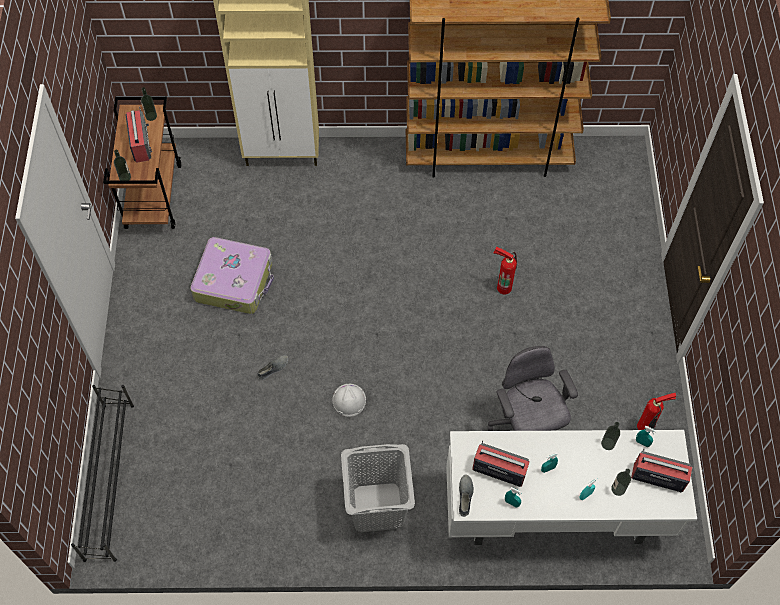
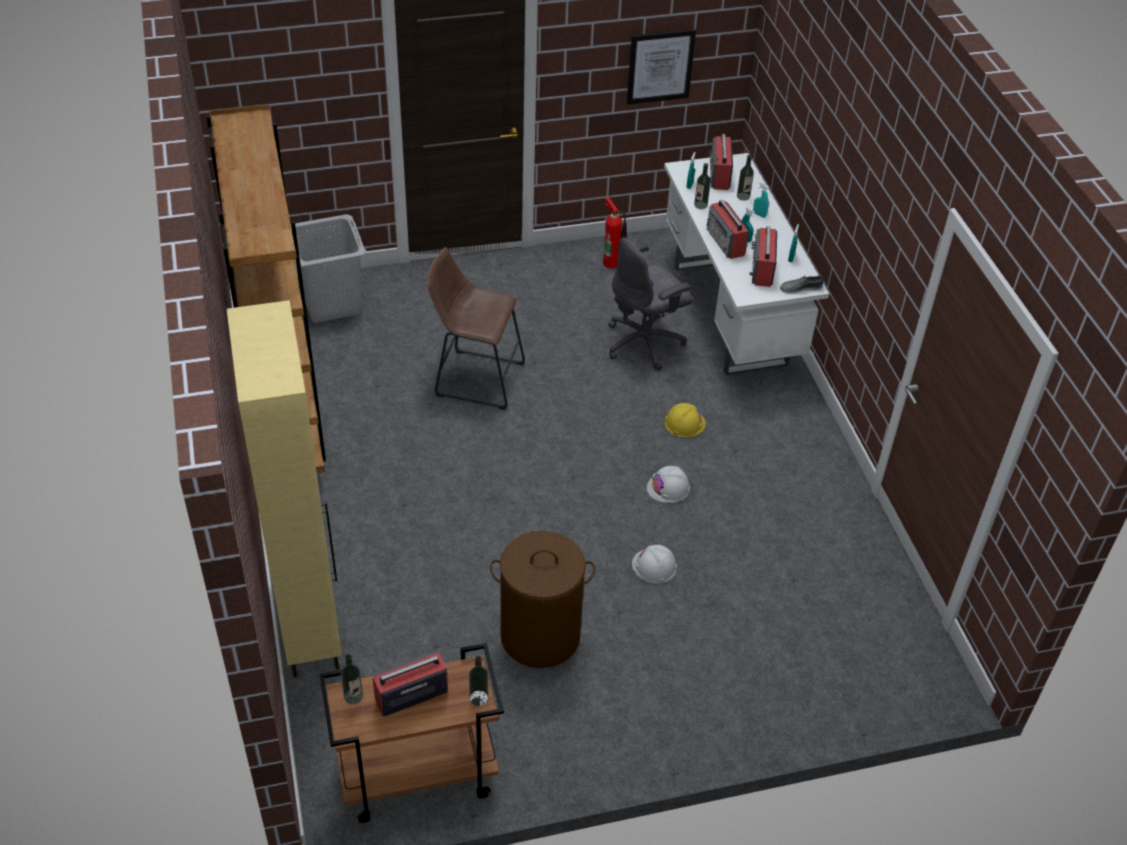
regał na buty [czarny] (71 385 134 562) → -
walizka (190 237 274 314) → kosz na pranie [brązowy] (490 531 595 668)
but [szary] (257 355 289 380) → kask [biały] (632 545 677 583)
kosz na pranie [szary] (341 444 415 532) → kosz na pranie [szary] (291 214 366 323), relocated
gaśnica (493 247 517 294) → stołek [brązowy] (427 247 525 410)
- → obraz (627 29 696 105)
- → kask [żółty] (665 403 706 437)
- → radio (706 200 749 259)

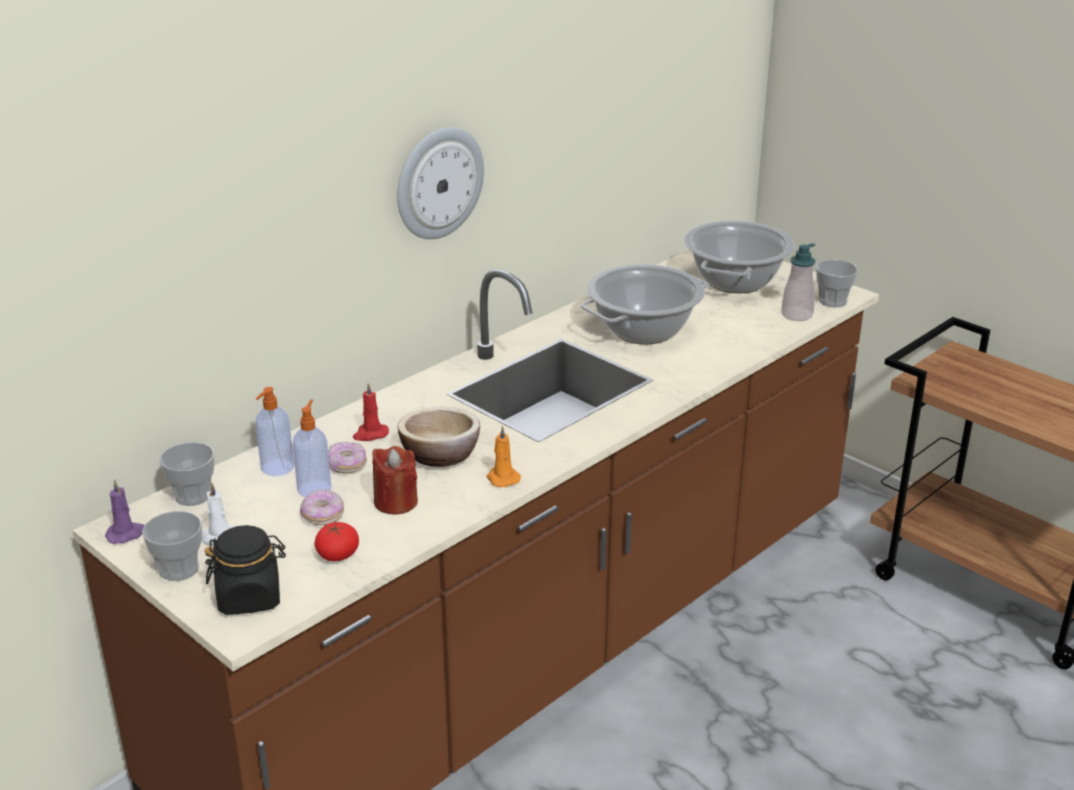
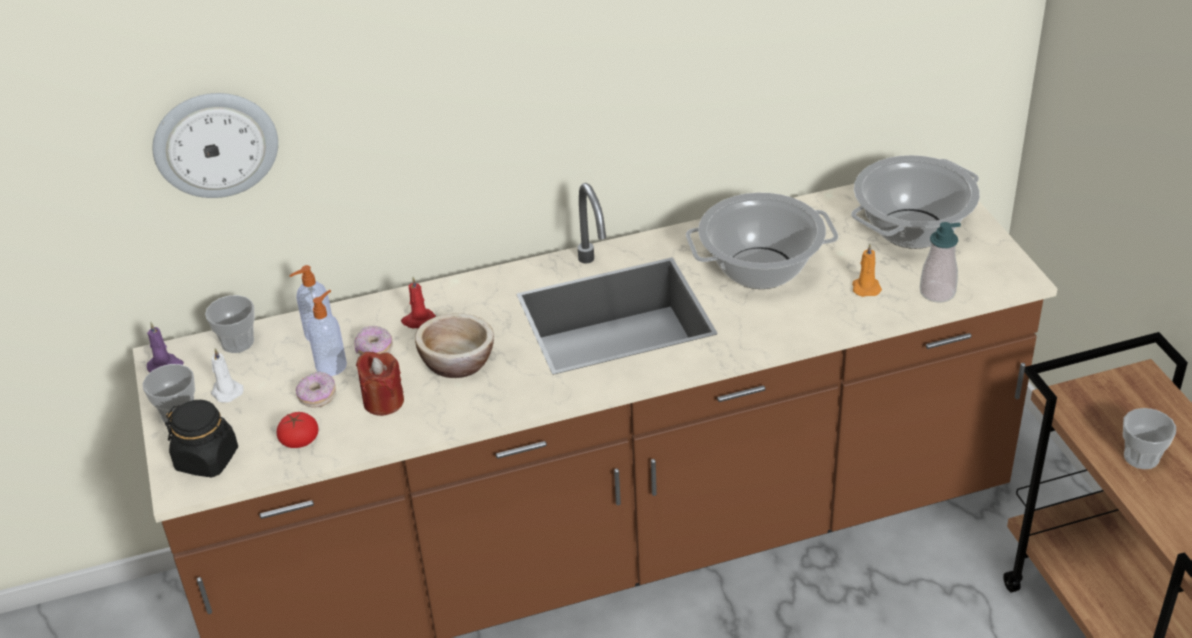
zegar ścienny (397 127 484 239) → zegar ścienny (153 93 278 198), relocated
świeca [pomarańczowy] (487 425 521 487) → świeca [pomarańczowy] (852 244 882 297), relocated
filiżanka (816 260 858 307) → filiżanka (1123 408 1176 469), relocated

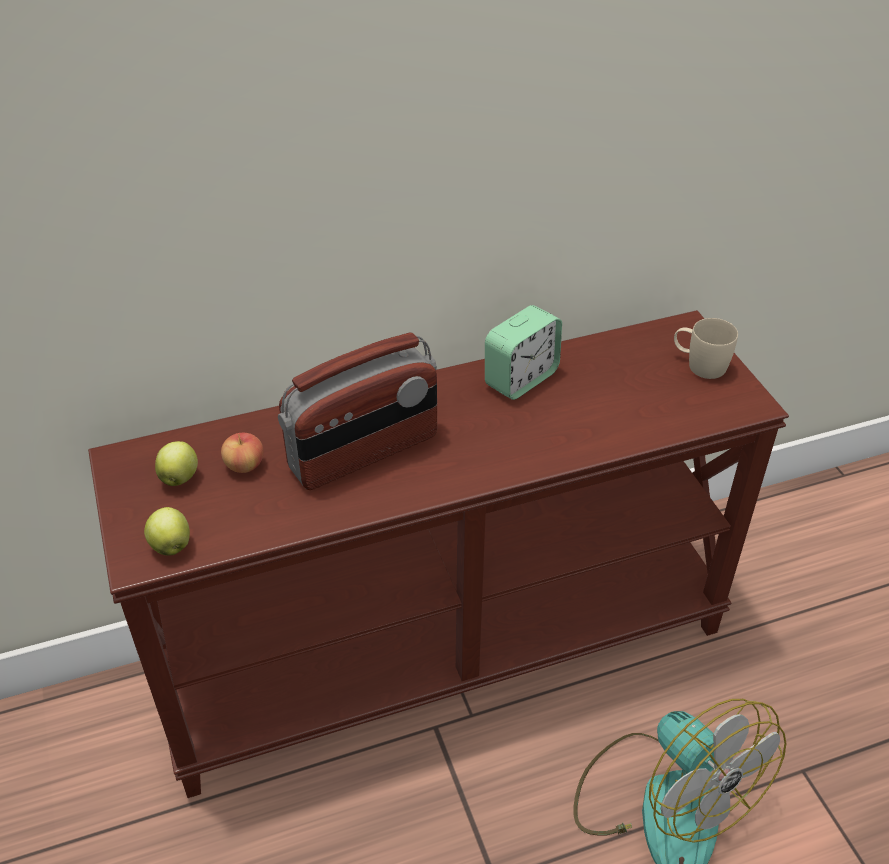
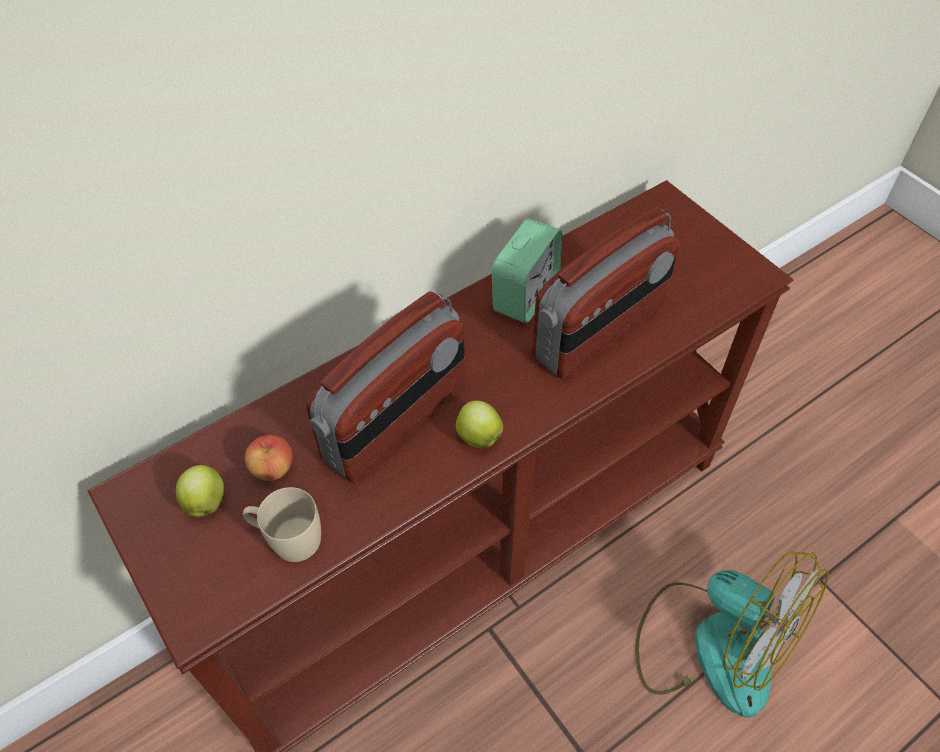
jabłko (144 507 190 555) → jabłko (455 400 503 448), relocated
kubek [beżowy] (674 318 738 379) → kubek [beżowy] (242 487 321 562), relocated
- → radio (532 207 679 379)

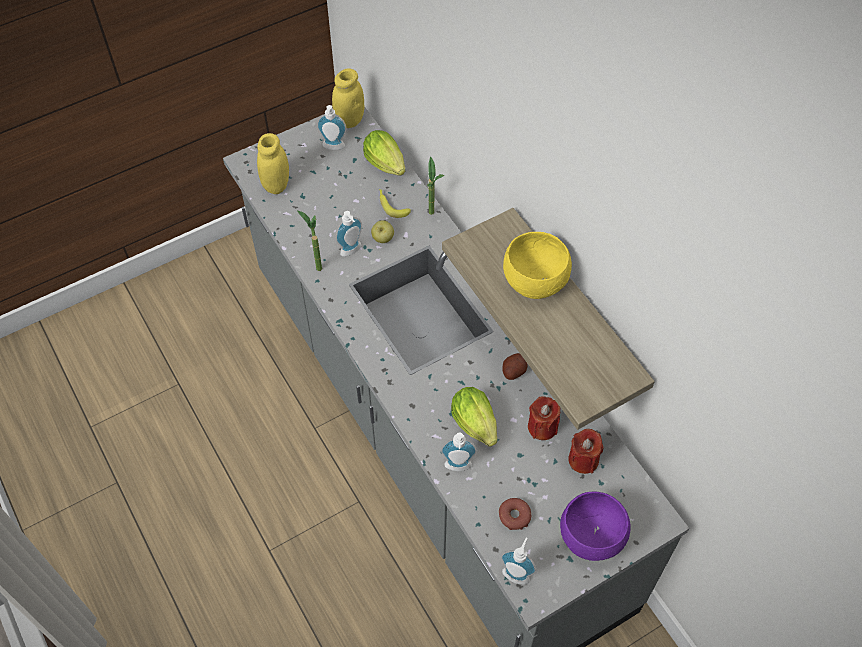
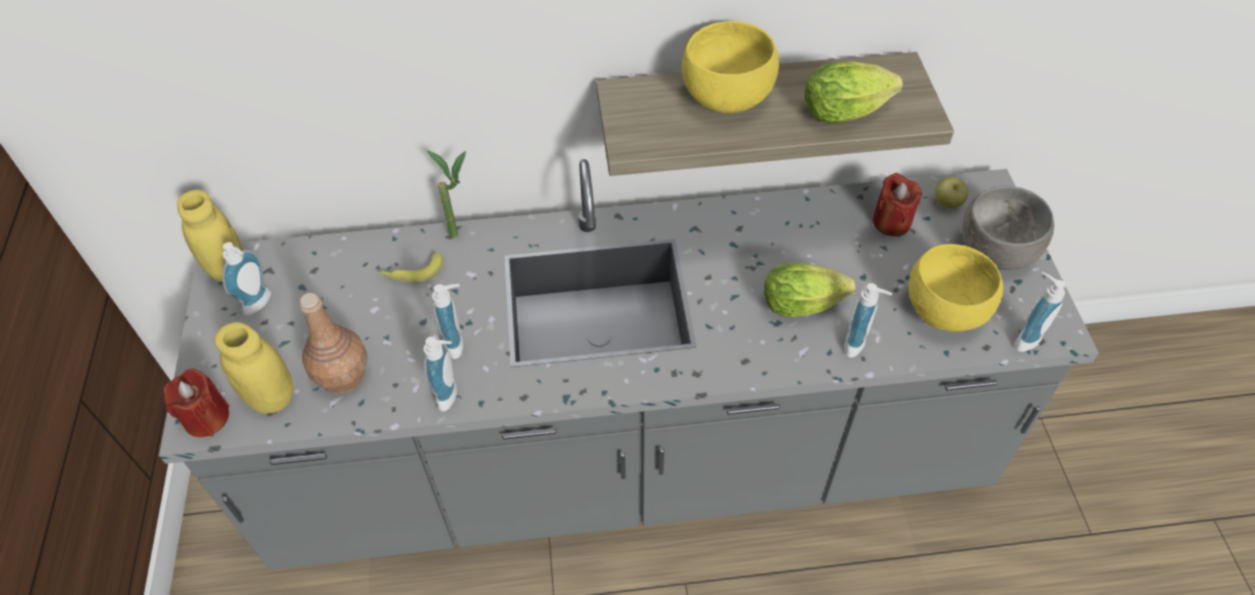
roślina doniczkowa (297 211 322 271) → dozownik mydła (424 337 457 411)
sałata (363 130 405 176) → sałata (805 61 903 124), relocated
jabłko (371 220 394 243) → jabłko (935 177 968 209), relocated
donut (499 498 531 530) → miska [żółty] (909 244 1003 332)
ziemniak (502 353 528 380) → -
świeca [czerwony] (528 396 560 440) → świeca [czerwony] (163 369 229 437), relocated
miska [fioletowy] (560 492 631 561) → miska [szary] (962 186 1054 270)
- → butelka [brązowy] (299 293 368 394)

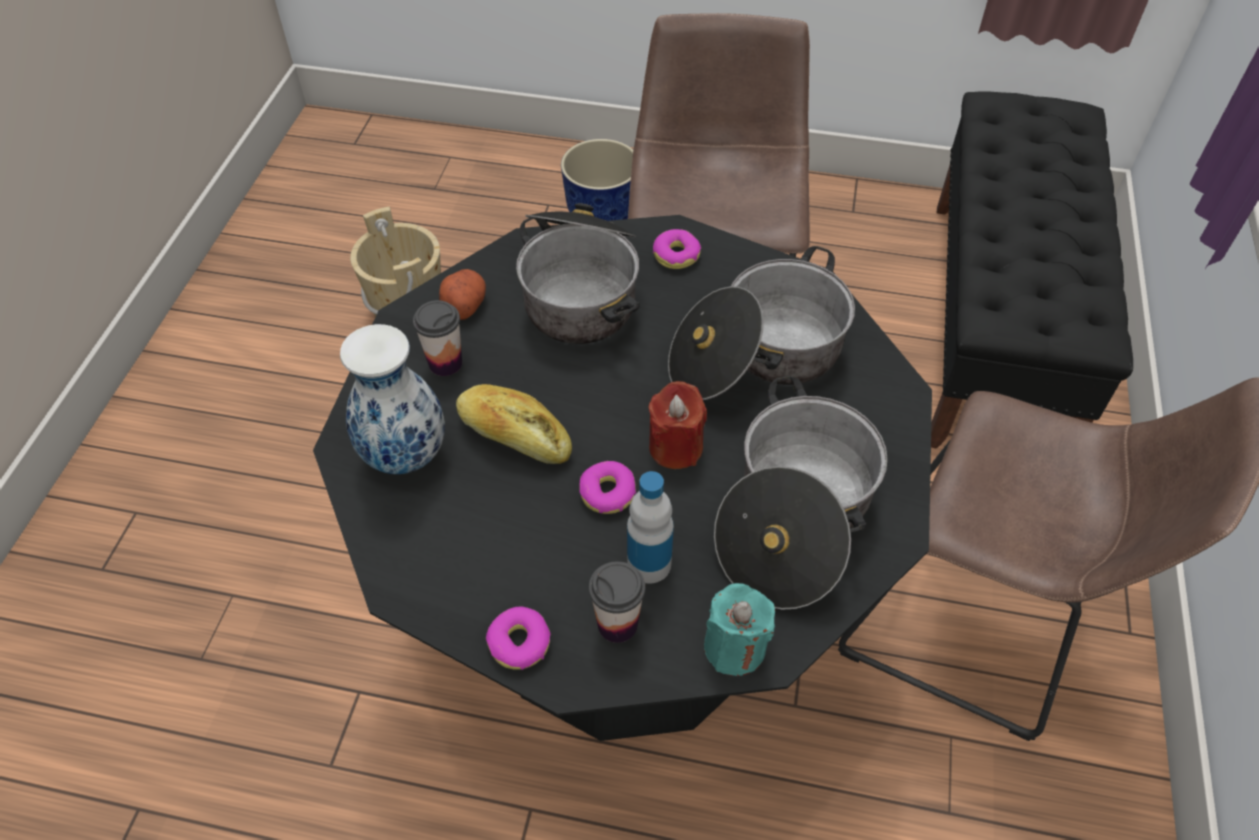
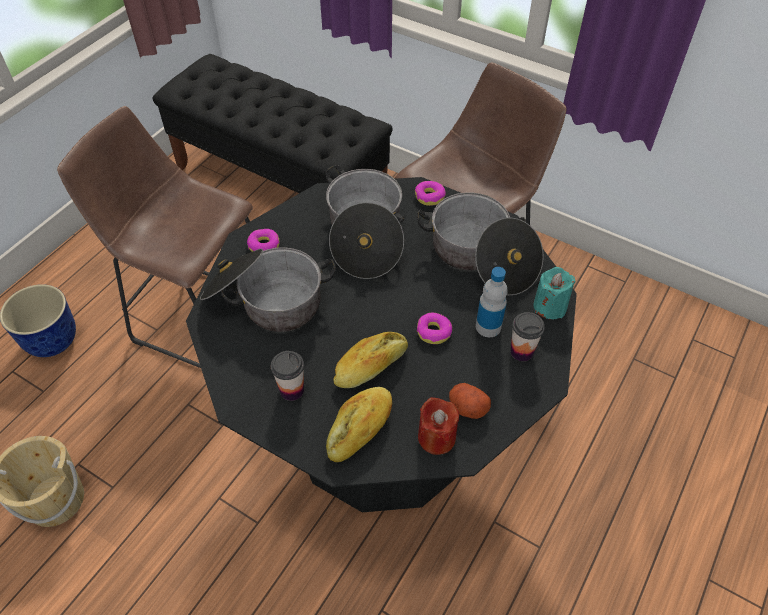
wazon (340 324 445 474) → chleb (326 387 392 462)
ziemniak (439 269 486 320) → ziemniak (449 383 491 419), relocated
donut (486 606 551 670) → donut (415 181 446 206), relocated
świeca [czerwony] (648 381 707 469) → świeca [czerwony] (418 397 459 455), relocated

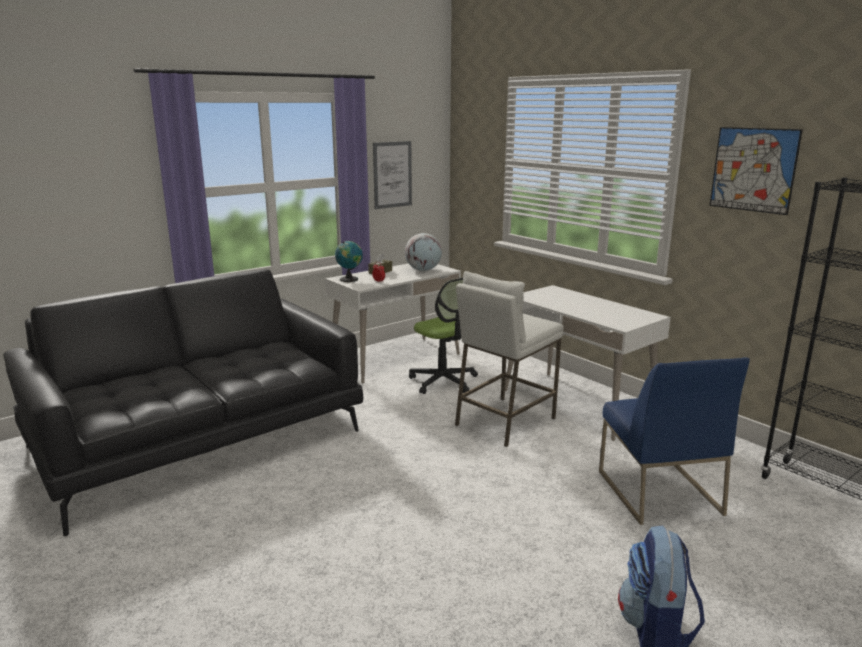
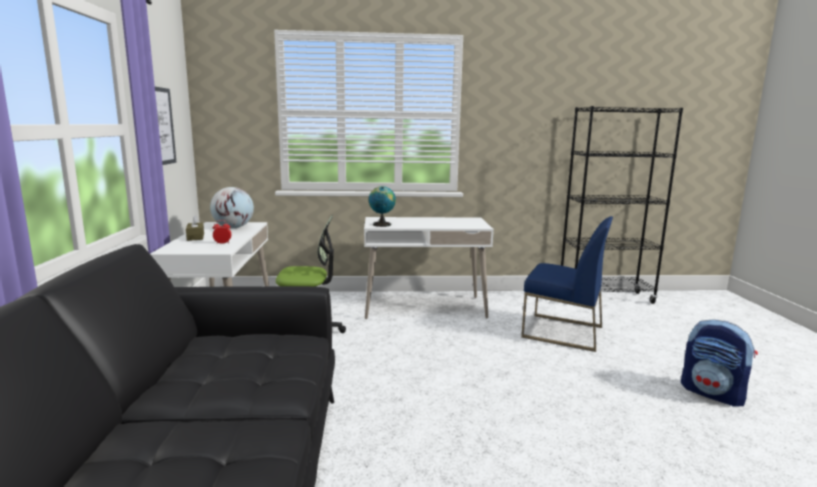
globus (335 241 363 282) → globus (369 186 396 227), relocated
stołek [biały] (455 271 564 447) → -
obraz (709 127 803 215) → -

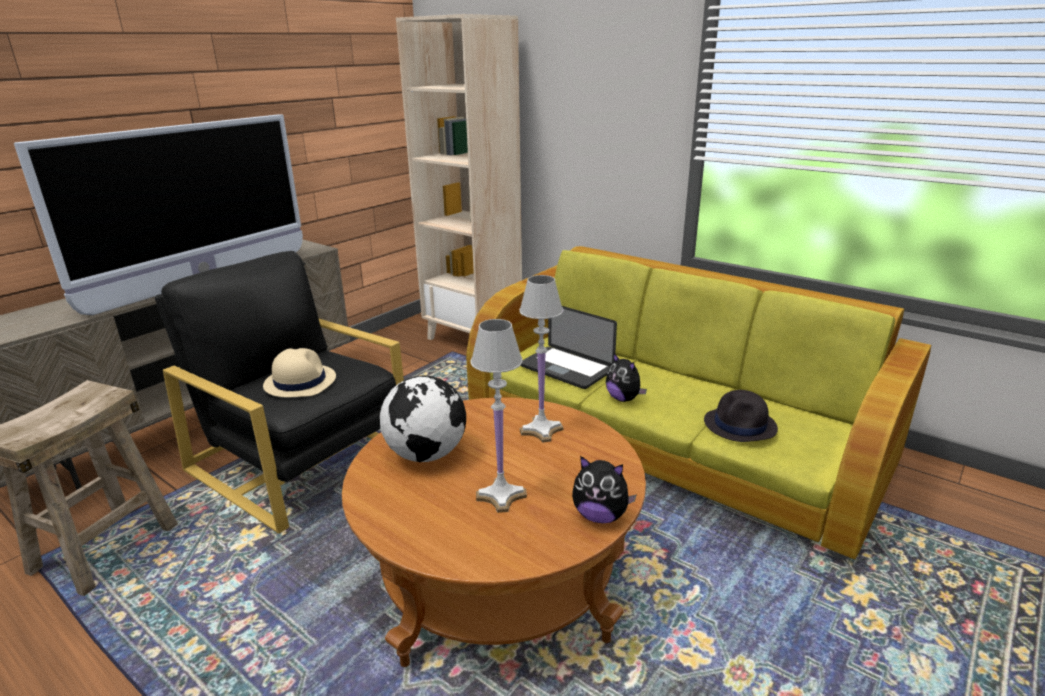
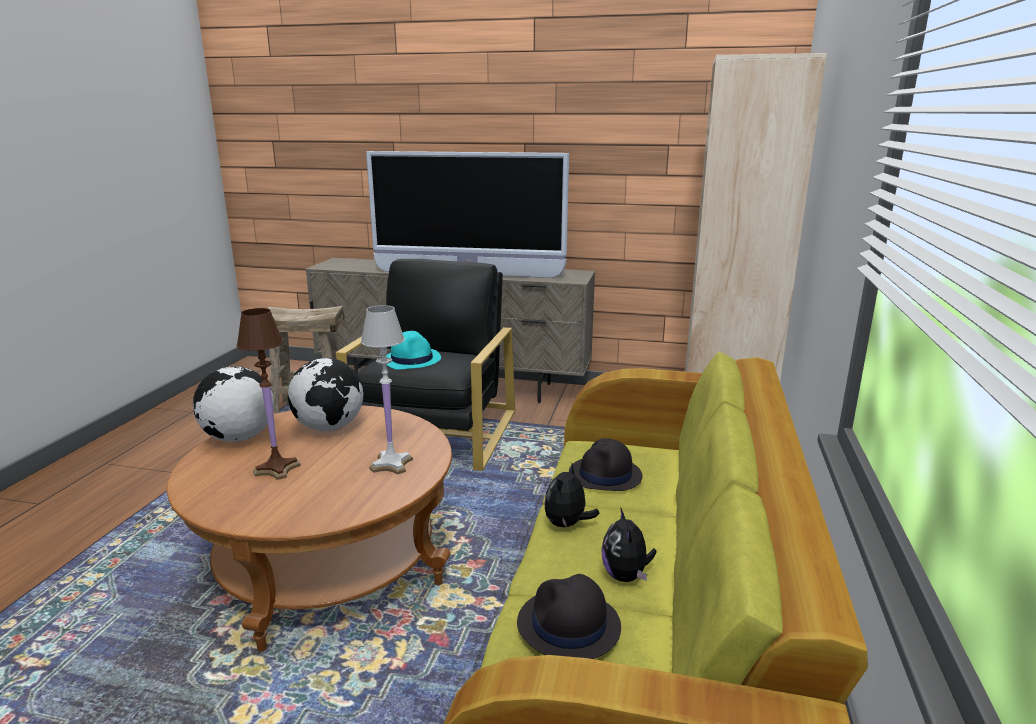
kapelusz [beżowy] (263 348 336 397) → kapelusz [turkusowy] (386 331 441 370)
lampa stołowa [biały] (470 319 527 513) → lampa stołowa [brązowy] (237 308 301 480)
laptop (520 306 617 389) → kapelusz [czarny] (569 438 643 491)
pluszak (572 456 637 523) → pluszak (602 507 657 582), relocated
- → globus (193 366 274 442)

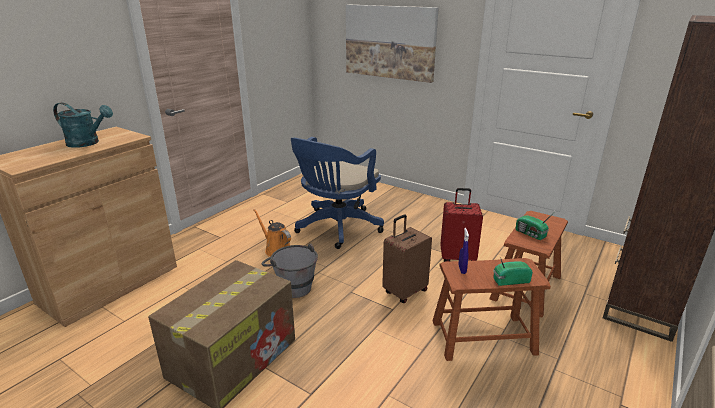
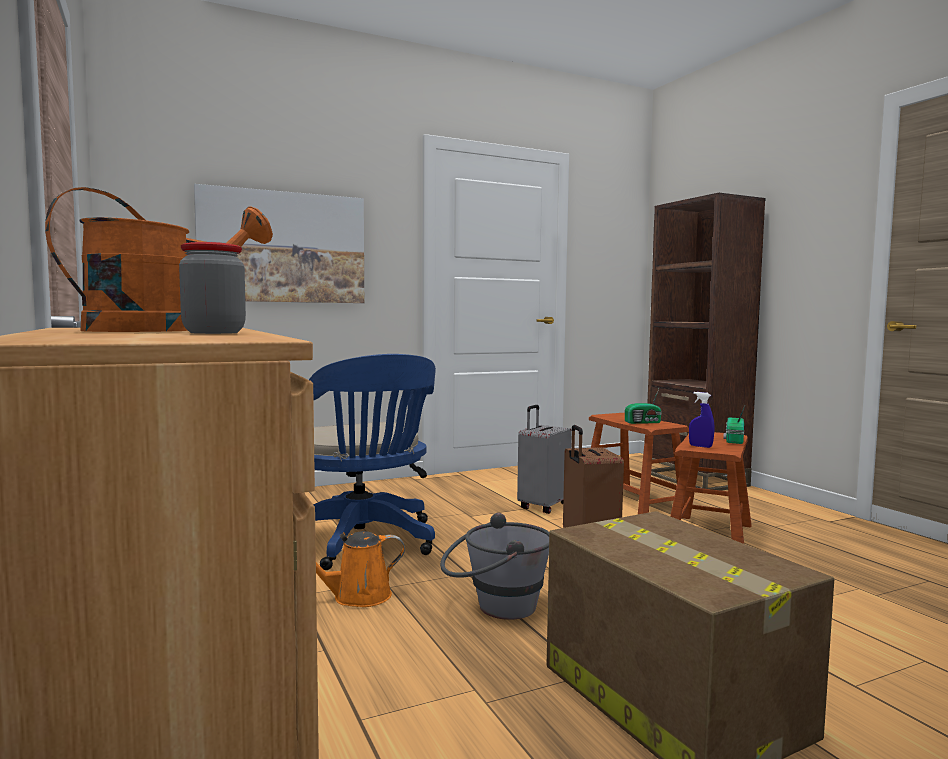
konewka [turkusowy] (53 102 113 148) → konewka [pomarańczowy] (45 187 273 332)
walizka [czerwony] (440 188 483 262) → walizka [szary] (517 405 572 514)
- → słoik (179 242 246 334)

